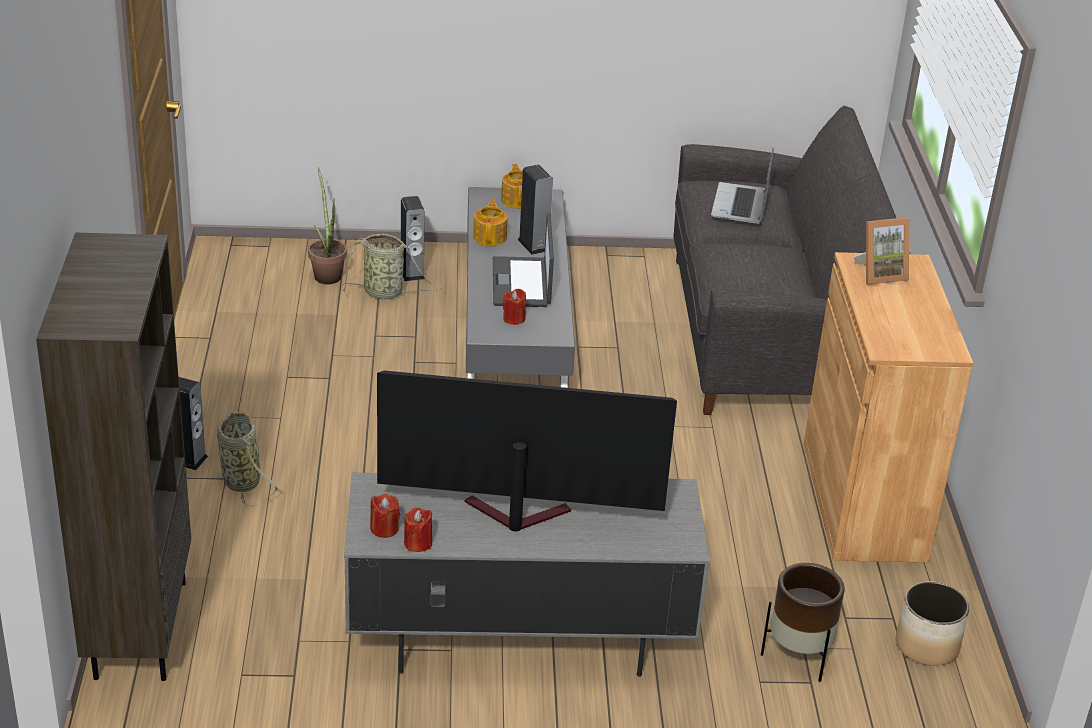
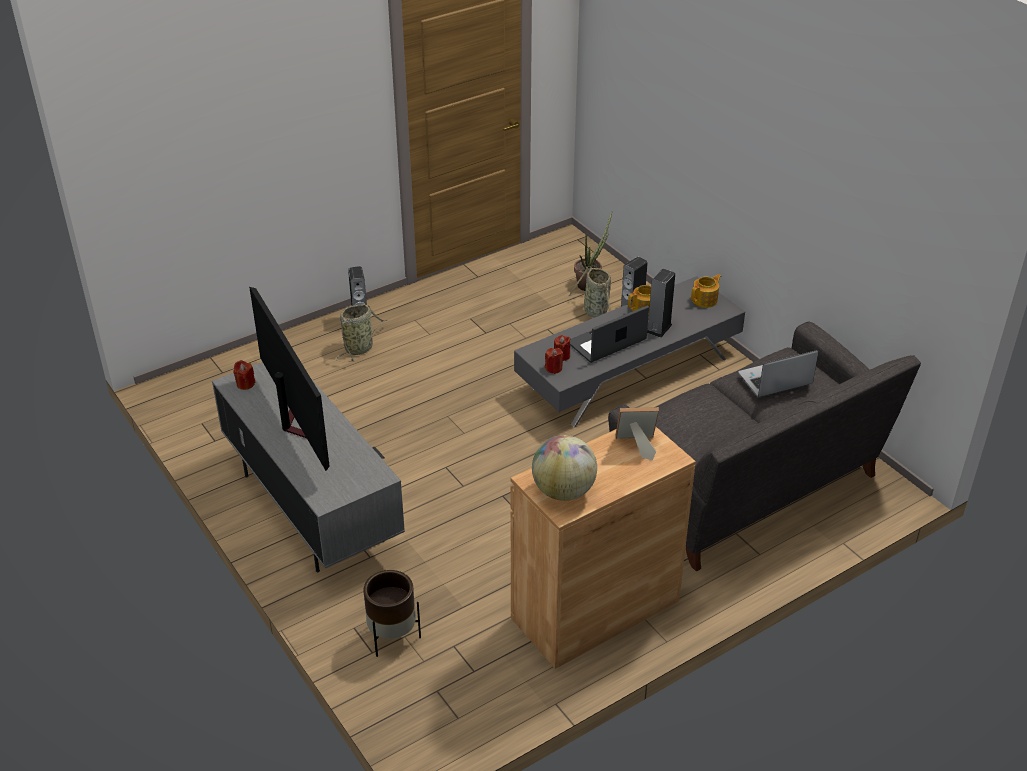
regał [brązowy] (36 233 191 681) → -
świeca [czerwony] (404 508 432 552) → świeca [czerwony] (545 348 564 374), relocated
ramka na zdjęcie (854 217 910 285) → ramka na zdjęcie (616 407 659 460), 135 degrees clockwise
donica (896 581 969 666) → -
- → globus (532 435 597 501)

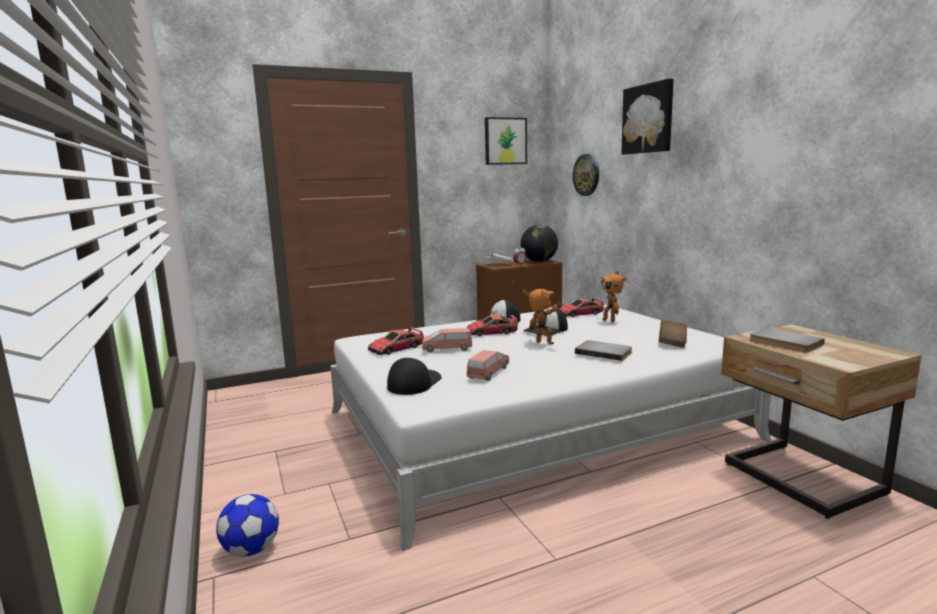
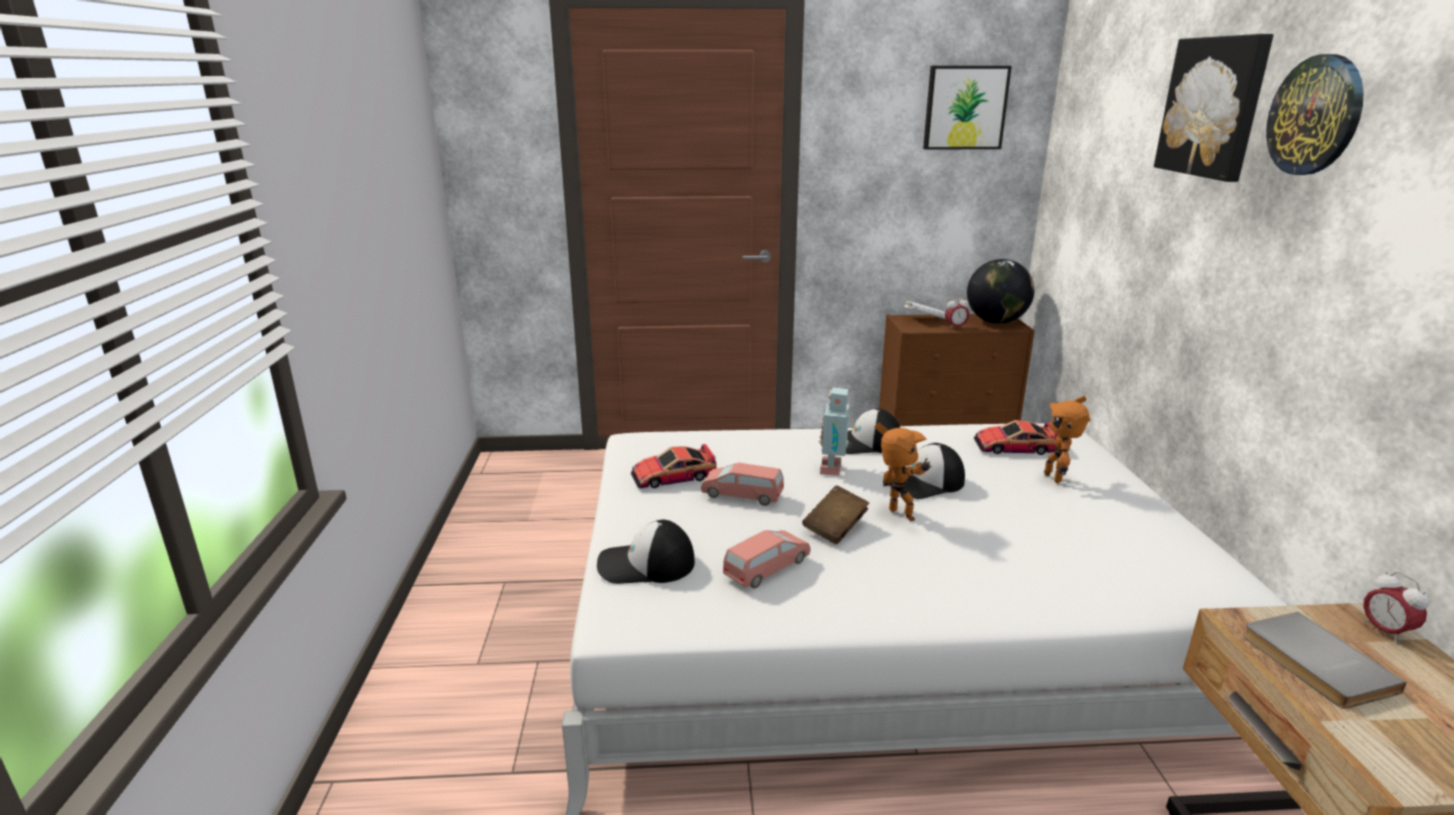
piłka futbolowa (216 494 279 556) → -
czapka z daszkiem (387 357 442 395) → czapka z daszkiem (597 520 695 584), 135 degrees counterclockwise
samochodzik (467 315 518 336) → robot zabawkowy (819 387 852 476)
zegar ścienny (573 154 599 196) → zegar ścienny (1266 54 1364 175), relocated
książka [szary] (575 340 632 361) → -
książka [brązowy] (659 320 687 348) → książka [brązowy] (802 485 869 544), relocated
- → budzik (1363 572 1429 644)

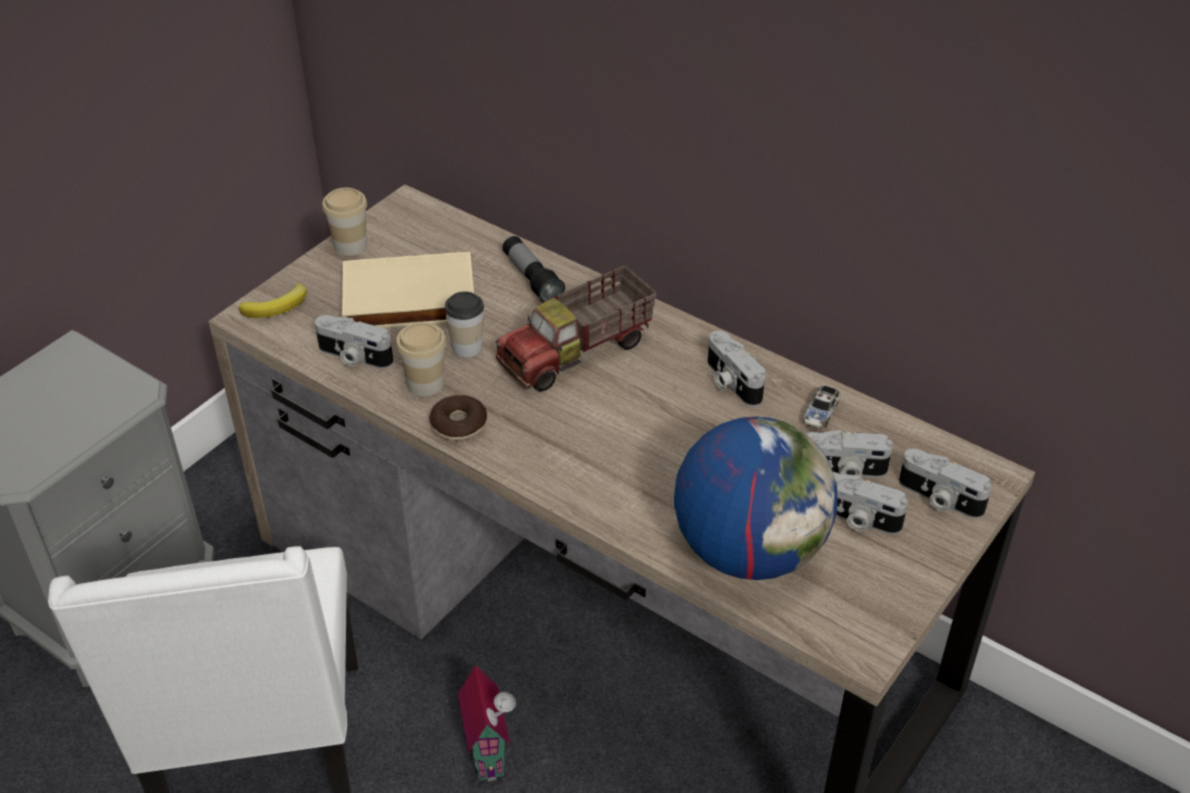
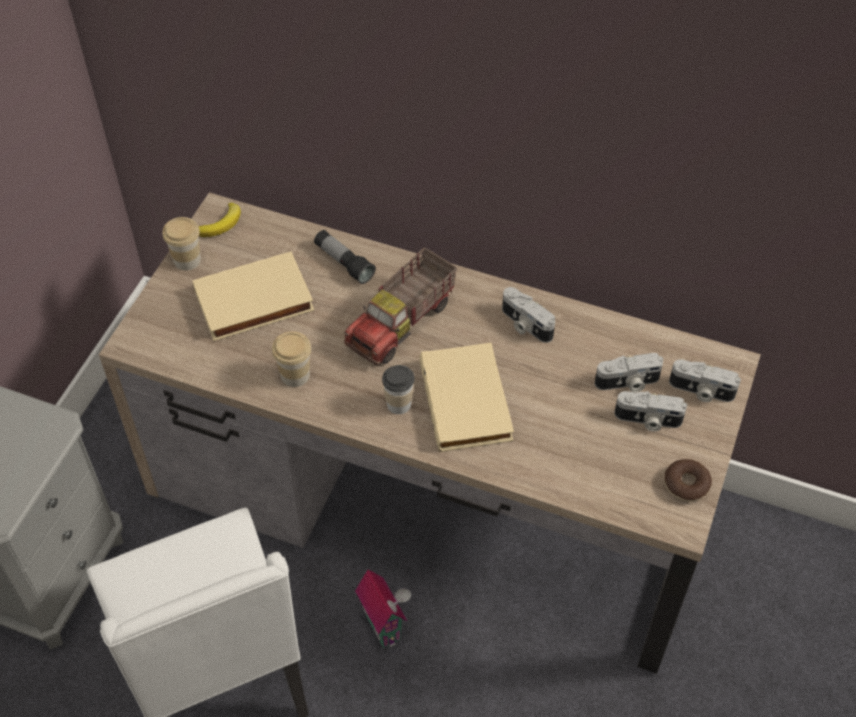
banan (239 284 307 318) → banan (199 203 241 237), relocated
aparat fotograficzny (315 315 393 369) → -
donut (430 395 487 441) → donut (664 459 712 502), relocated
filiżanka (445 291 484 357) → filiżanka (382 365 415 414), relocated
globus (674 416 837 580) → -
samochodzik (803 386 840 428) → -
- → książka [beżowy] (419 343 514 452)

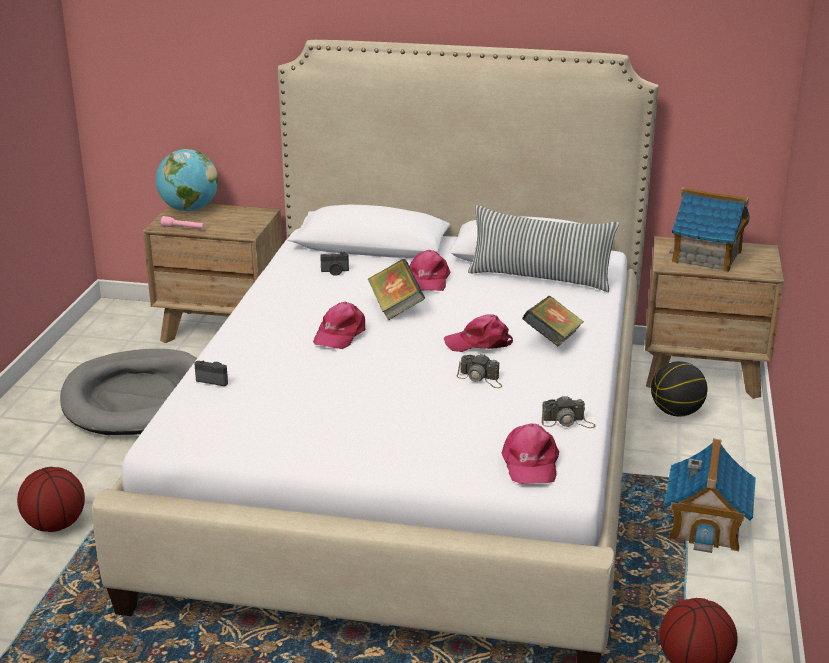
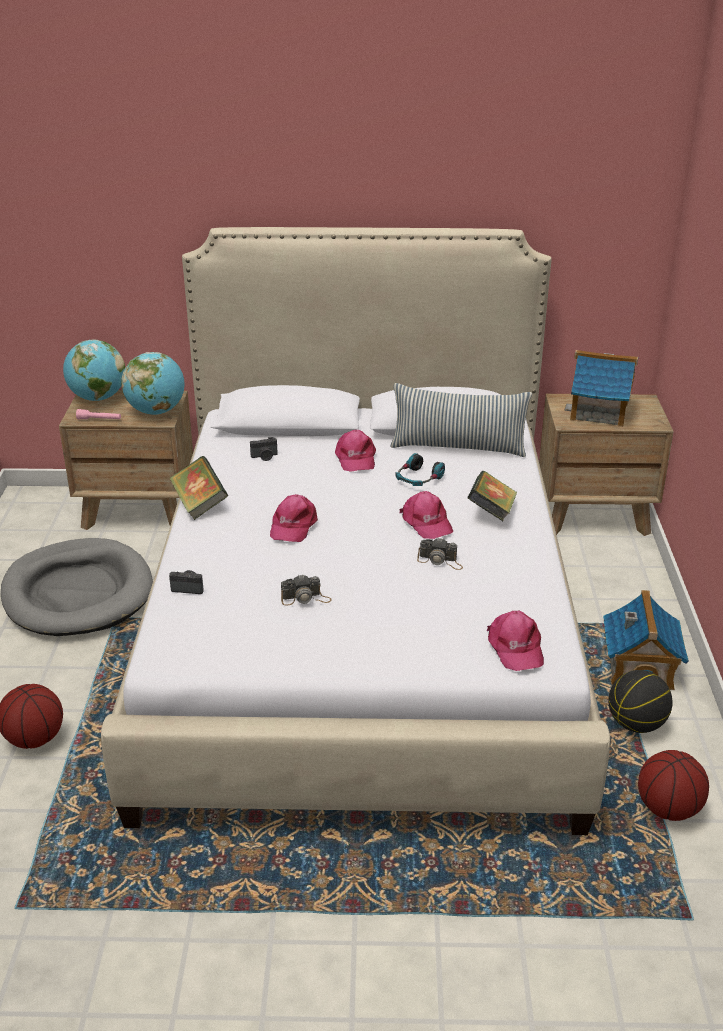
książka (368 259 425 320) → książka (169 456 228 520), relocated
czapka z daszkiem [różowy] (444 314 513 352) → czapka z daszkiem [różowy] (399 491 453 539), 105 degrees counterclockwise
aparat fotograficzny (542 396 596 428) → aparat fotograficzny (281 575 332 605), relocated
piłka do koszykówki (651 361 707 417) → piłka do koszykówki (608 670 672 733), relocated
- → globus (121 352 185 415)
- → słuchawki (395 453 445 486)

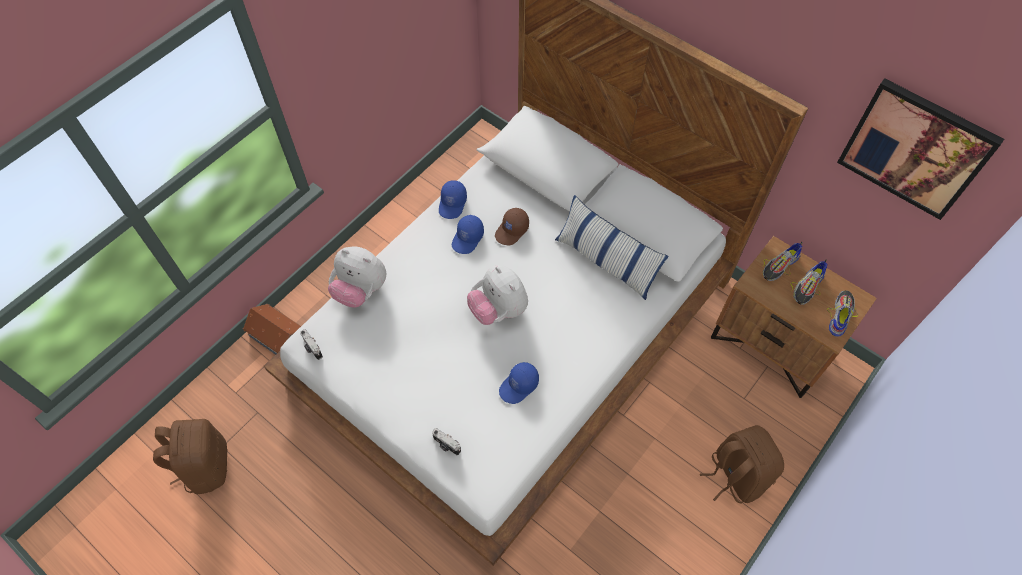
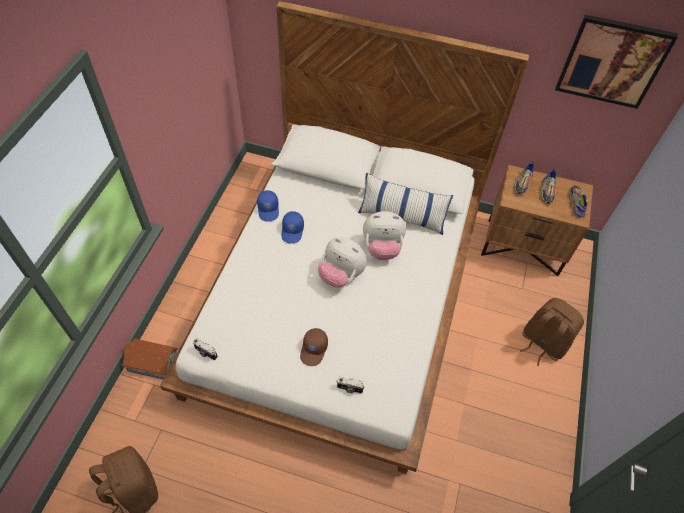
pluszak (328 247 386 308) → pluszak (363 211 406 260), relocated
czapka z daszkiem [brązowy] (495 208 529 246) → czapka z daszkiem [brązowy] (300 328 328 366), relocated
czapka z daszkiem [niebieski] (499 362 539 404) → -

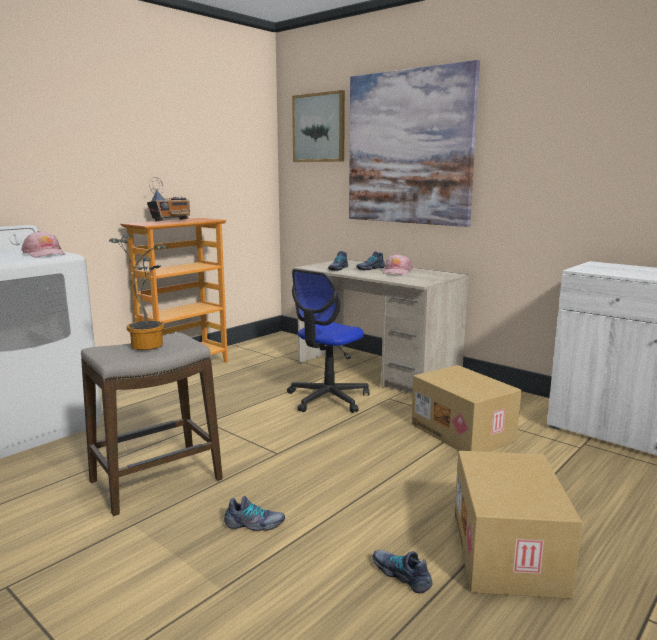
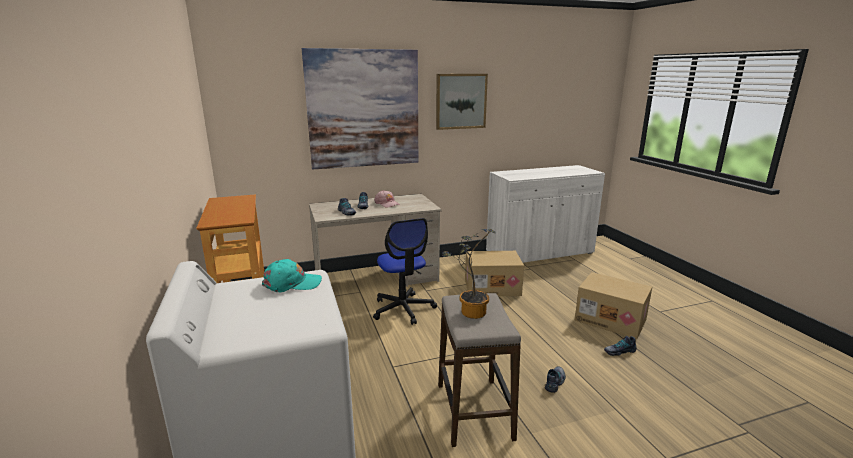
czapka z daszkiem [różowy] (22 231 66 257) → czapka z daszkiem [turkusowy] (262 259 322 293)
radio (147 177 190 221) → -
obraz (292 90 345 162) → obraz (436 74 488 130), relocated

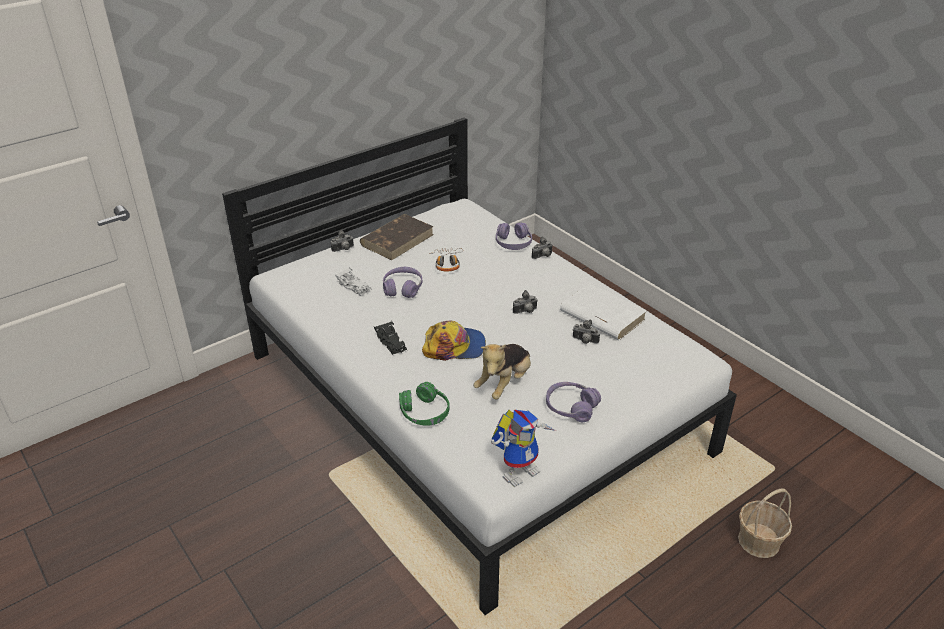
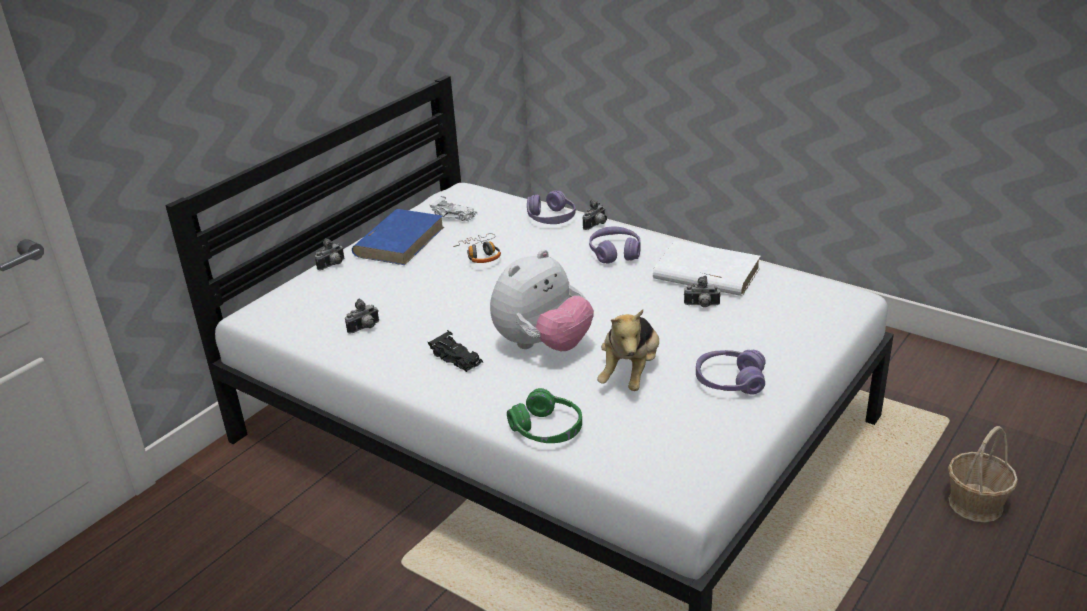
samochodzik [biały] (335 268 372 296) → samochodzik [biały] (430 196 477 222), relocated
książka [brązowy] (360 214 434 260) → książka [niebieski] (352 209 444 265)
słuchawki [fioletowy] (383 267 423 298) → słuchawki [fioletowy] (589 226 641 264), relocated
czapka z daszkiem (422 321 486 361) → pluszak (490 249 594 351)
robot zabawkowy (491 410 556 487) → -
aparat fotograficzny (513 290 538 314) → aparat fotograficzny (345 299 379 333), relocated

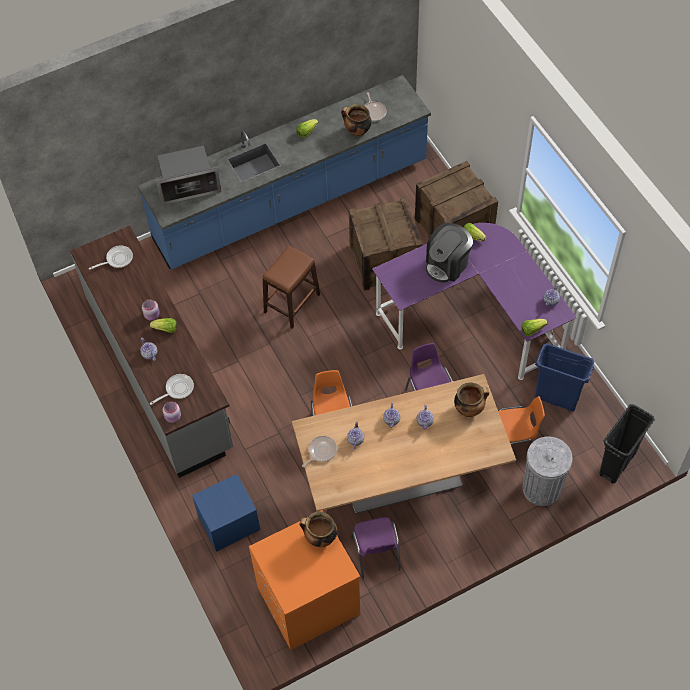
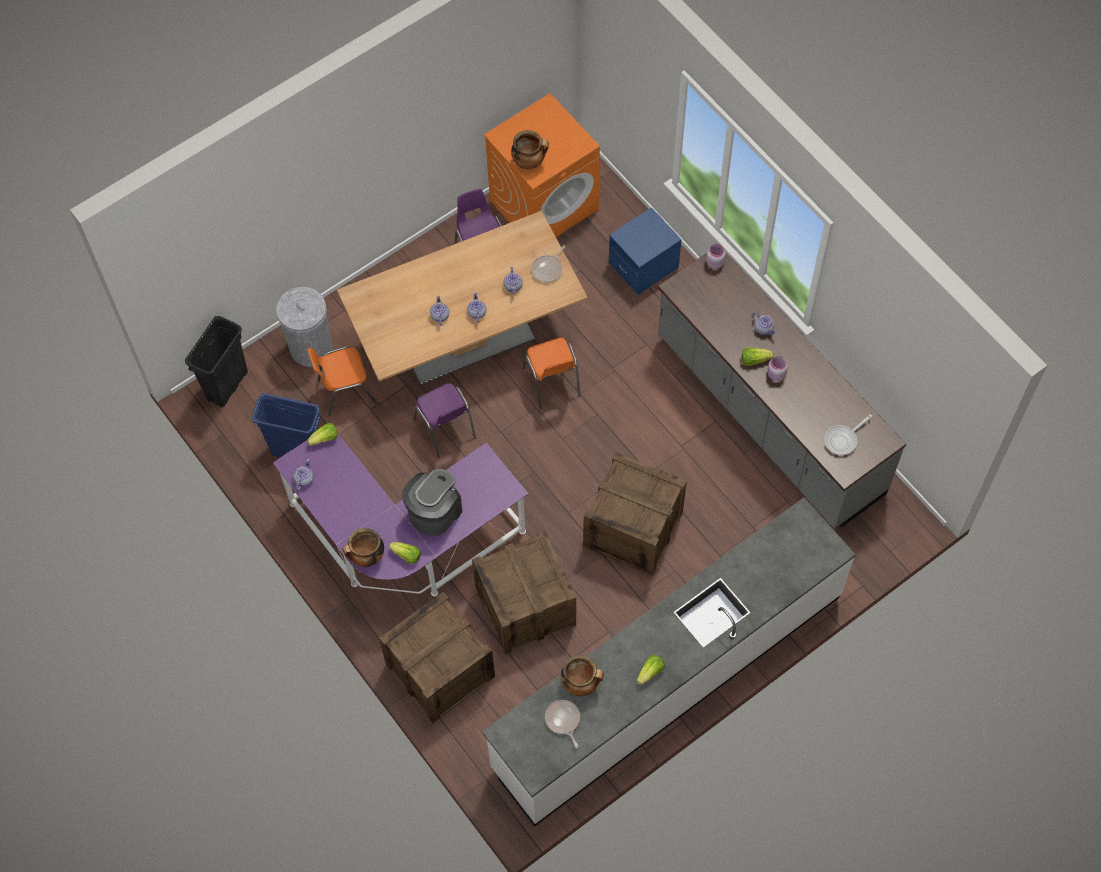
zabudowa kuchenna [niebieski] (138 75 431 270) → zabudowa kuchenna [biały] (482 497 856 827)
patelnia (150 374 194 405) → -
mikrofalówka (156 146 222 205) → -
stołek [brązowy] (262 246 320 329) → skrzynka (583 452 687 576)
garnek (454 382 489 417) → garnek (342 528 384 567), relocated

